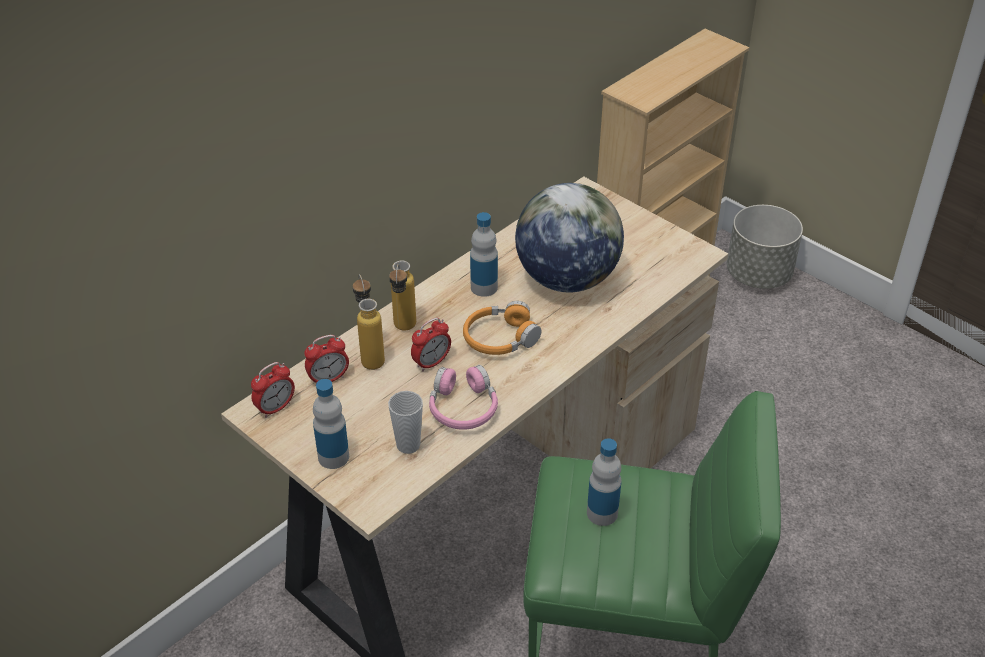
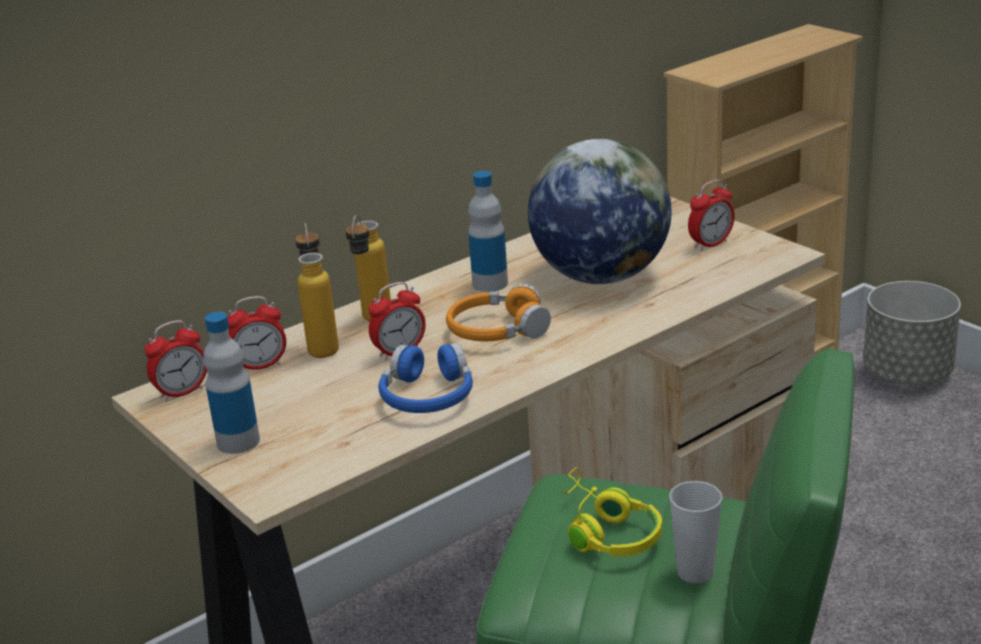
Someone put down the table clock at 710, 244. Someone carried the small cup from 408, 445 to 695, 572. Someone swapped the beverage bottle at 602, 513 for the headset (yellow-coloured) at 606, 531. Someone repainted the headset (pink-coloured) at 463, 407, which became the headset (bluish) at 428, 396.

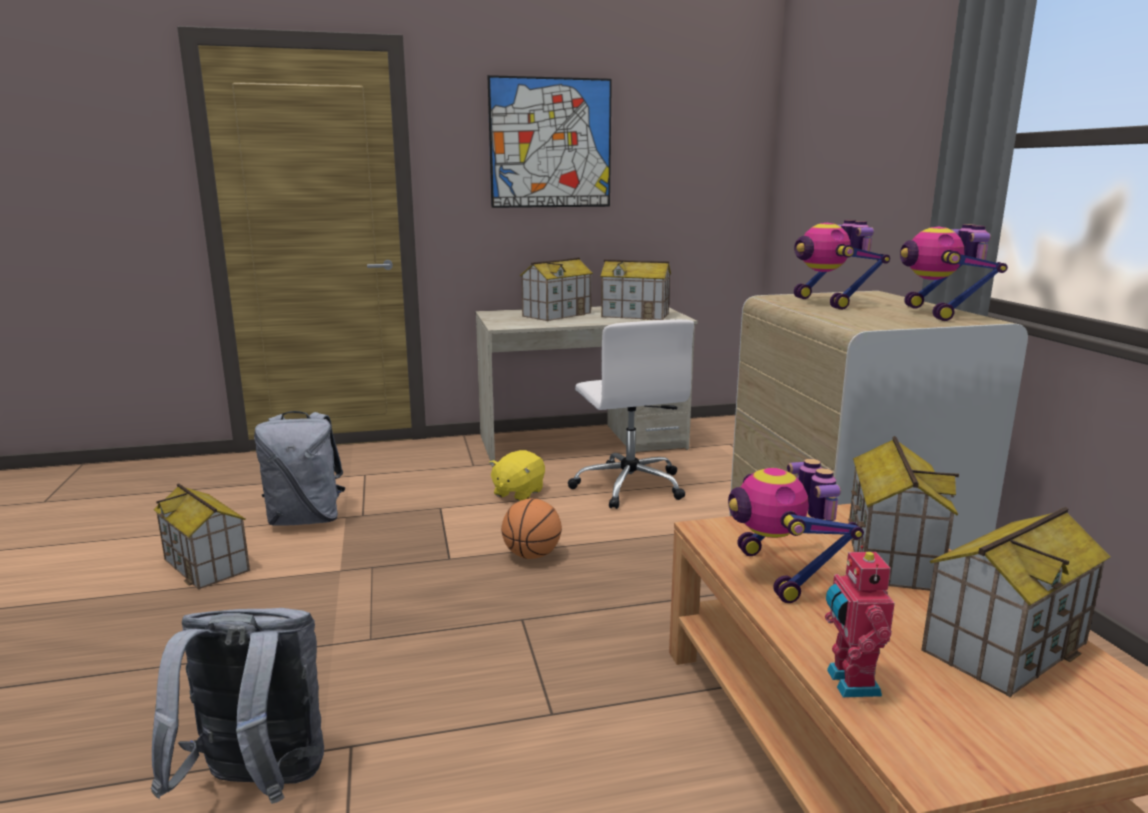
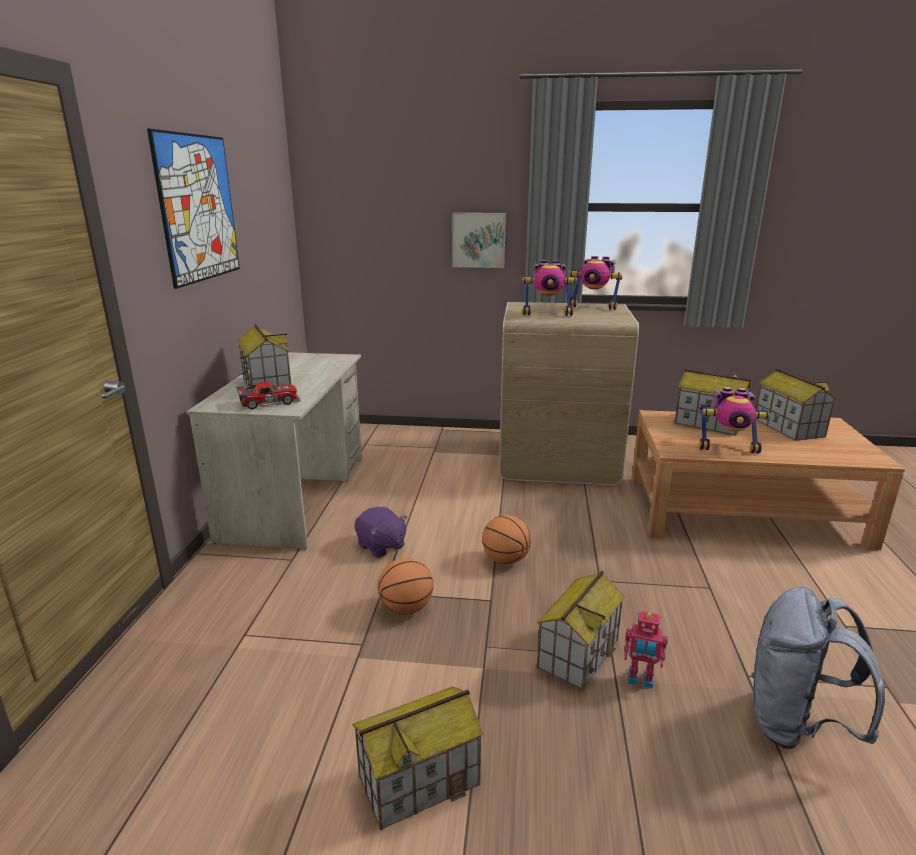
Someone took away the backpack (grey) at 306, 519. Someone took away the computer chair (white) at 629, 486. Someone put down the toy car at 269, 402. Someone put down the ball for basketball at 406, 608. Someone put up the wall picture at 478, 240. Someone carried the toy house from 635, 315 to 578, 653. Someone carried the robot figure from 849, 683 to 640, 679. Someone repainted the soft toy (yellow-coloured) at 518, 492, which became the soft toy (purple) at 381, 546.

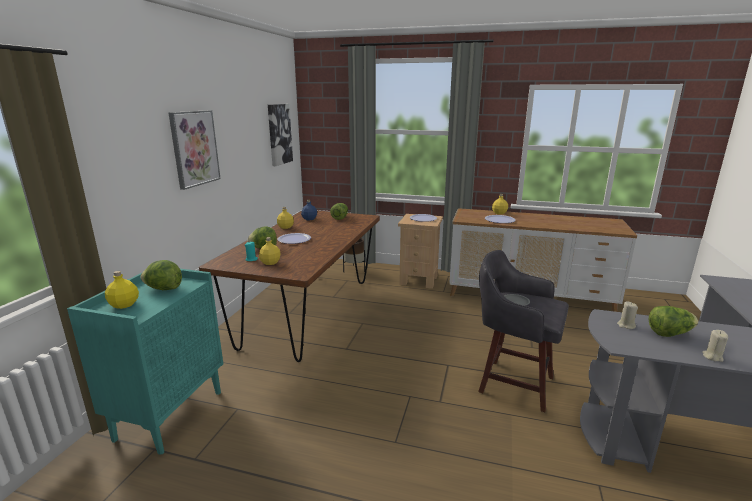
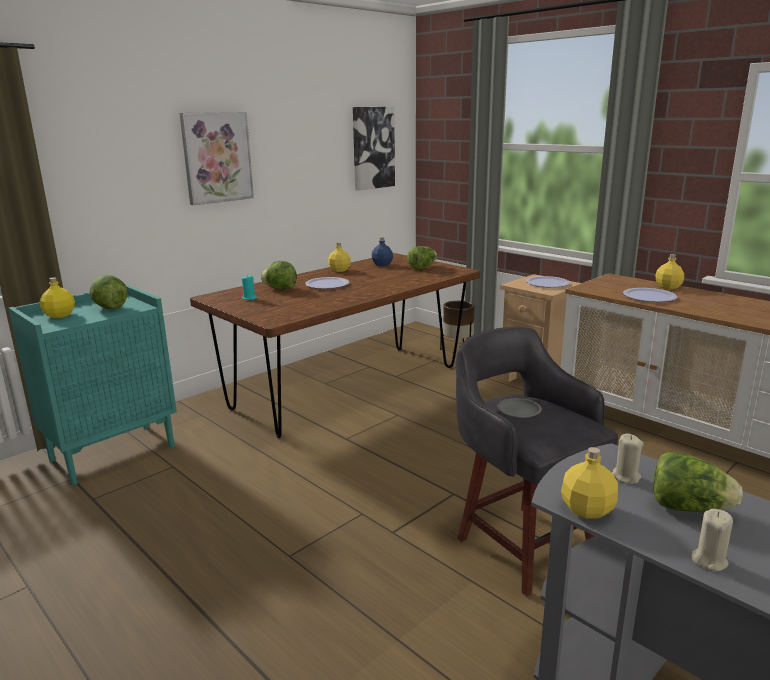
Someone carried the beverage bottle (yellow-coloured) from 270, 263 to 587, 510.

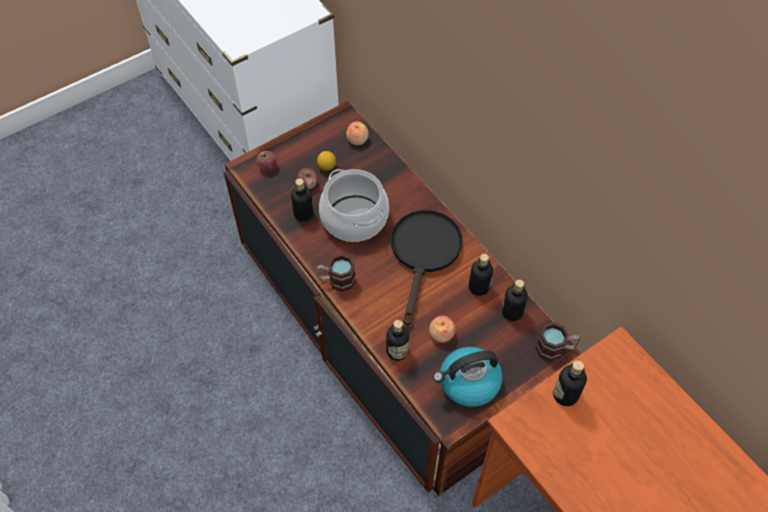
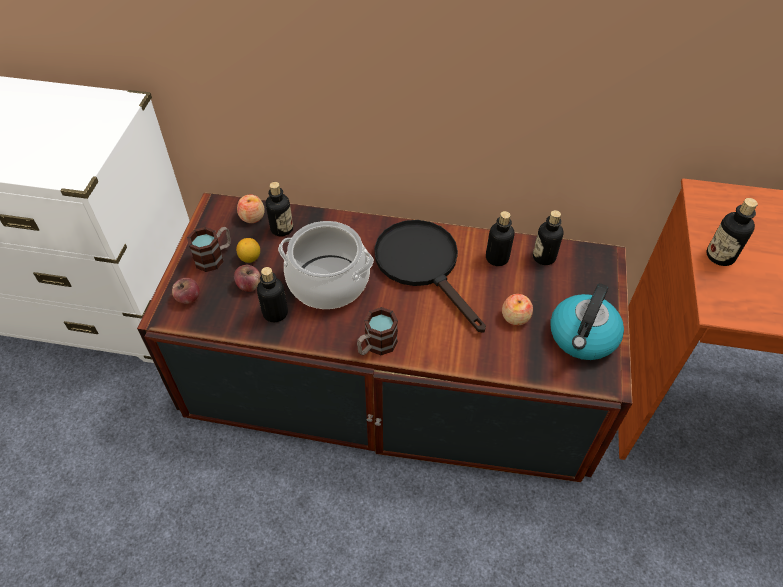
Someone carried the beverage bottle from 397, 351 to 282, 229. Someone carried the tea mug from 555, 349 to 214, 257.

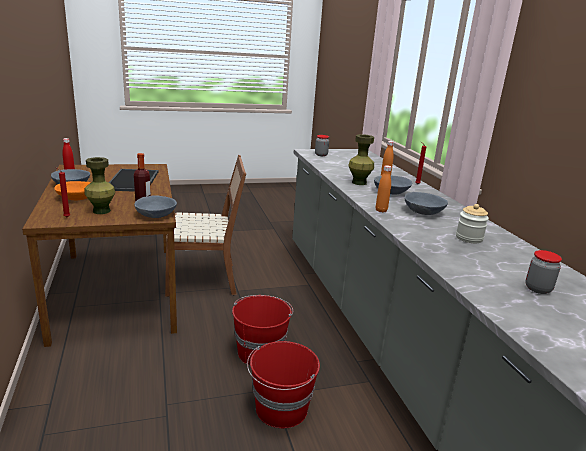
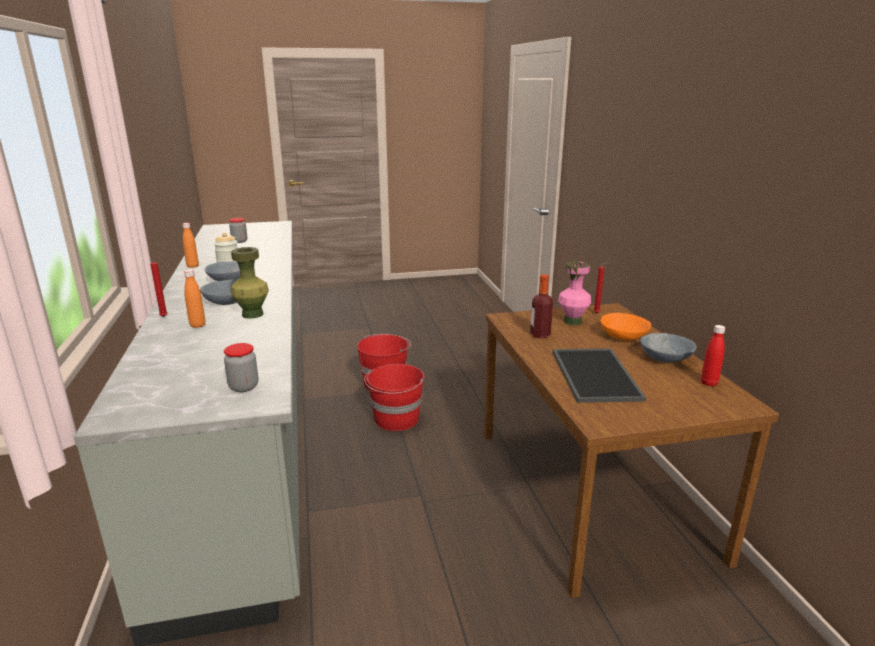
Someone took away the bowl (grey) at 156, 215. Someone took away the upright chair at 205, 280. Someone carried the beverage bottle (orange-coloured) from 381, 210 to 192, 266. Someone repainted the flower vase (green-coloured) at 101, 211, which became the flower vase (pink-coloured) at 572, 321.

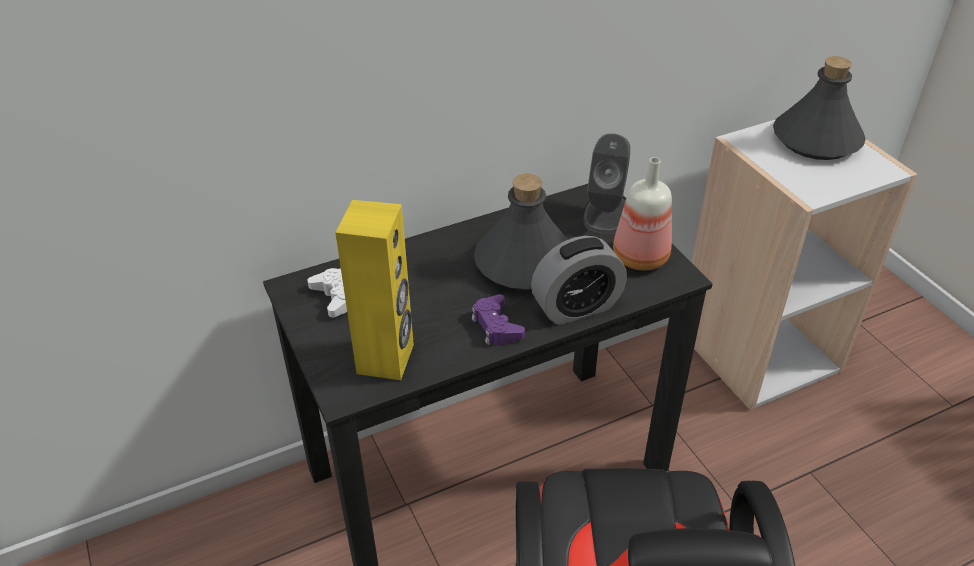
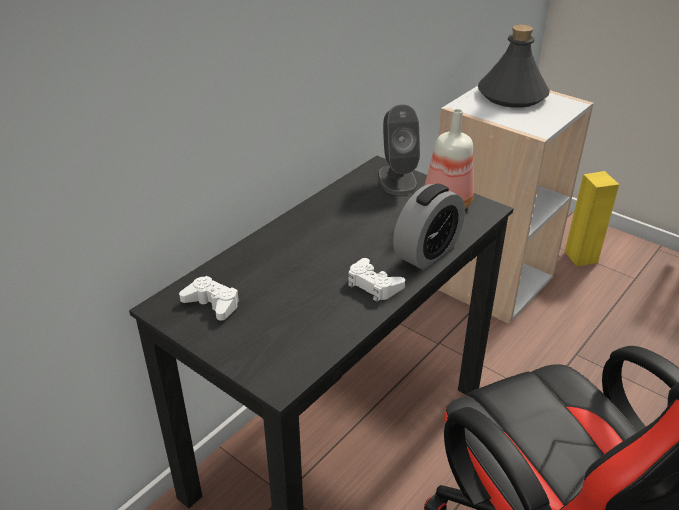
Someone took away the beverage bottle (grey) at 525, 264. Someone carried the loudspeaker (yellow-coloured) from 386, 359 to 581, 257. Someone repainted the joypad (purple) at 496, 326, which became the joypad (white) at 373, 285.

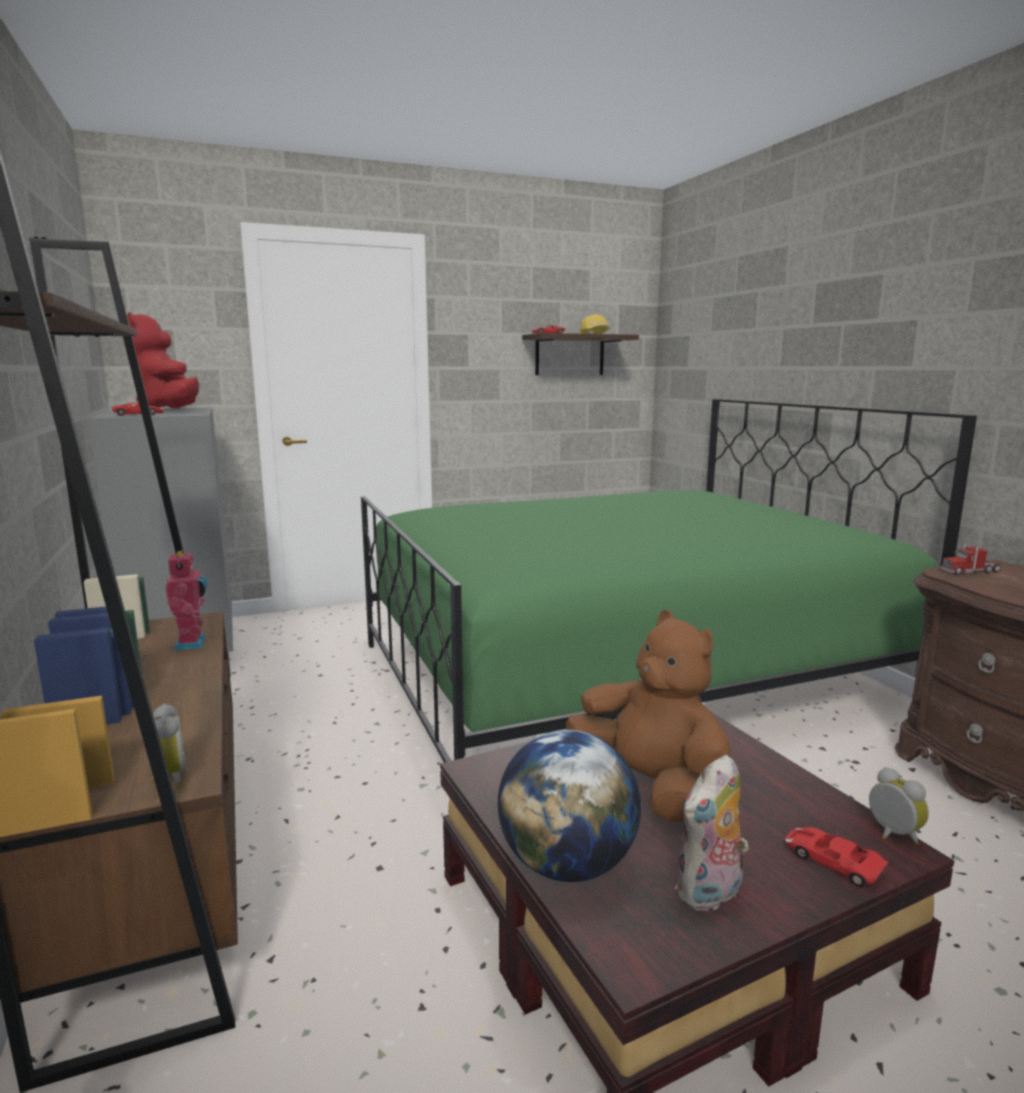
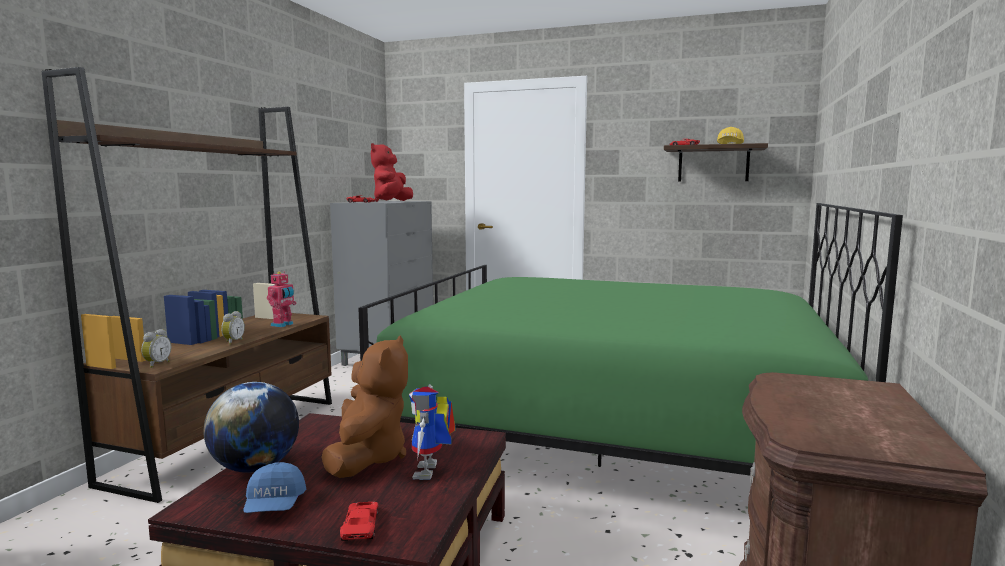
Someone took away the toy truck at 970, 571. Someone put down the robot figure at 431, 473. Someone carried the table clock from 891, 834 to 232, 342. Someone swapped the soft toy at 710, 894 for the cap (bluish) at 274, 505.

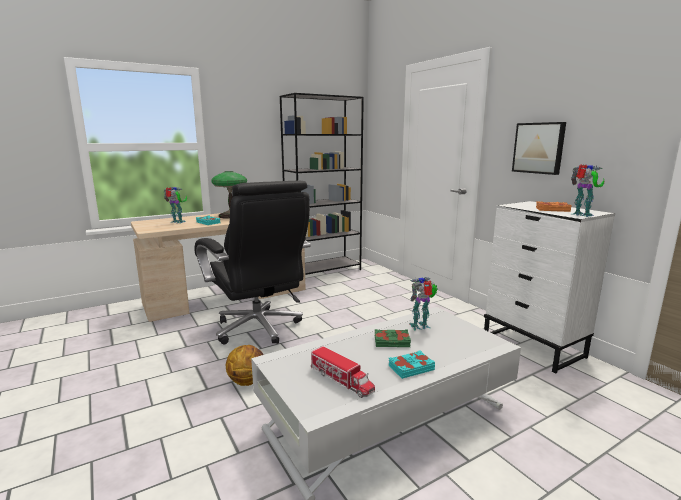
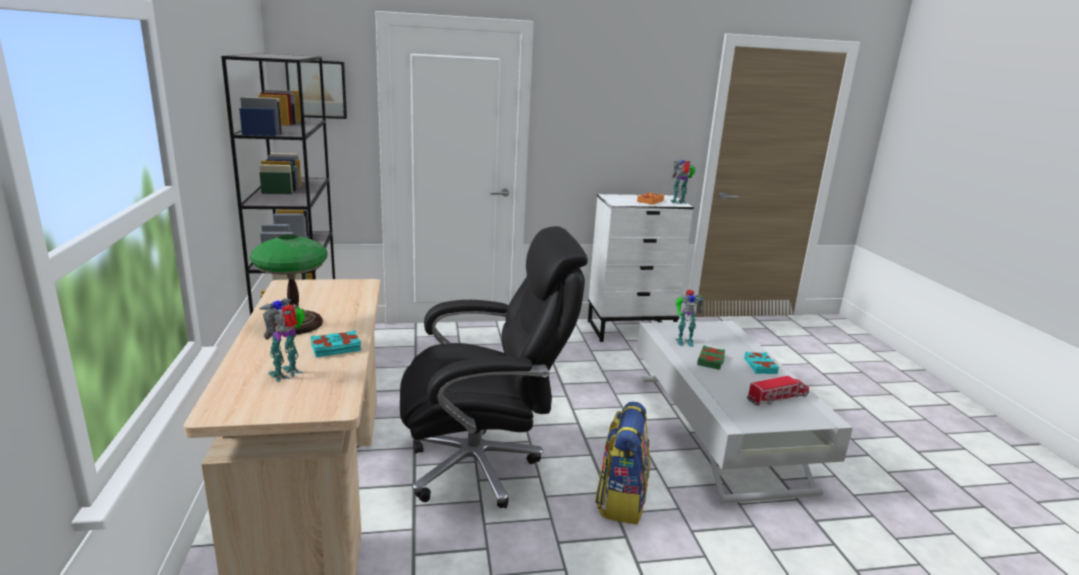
Someone carried the wall picture from 539, 148 to 317, 89. Someone swapped the ball for basketball at 247, 381 for the backpack at 621, 500. Someone rotated the robot figure at 421, 327 by 90 degrees counterclockwise.

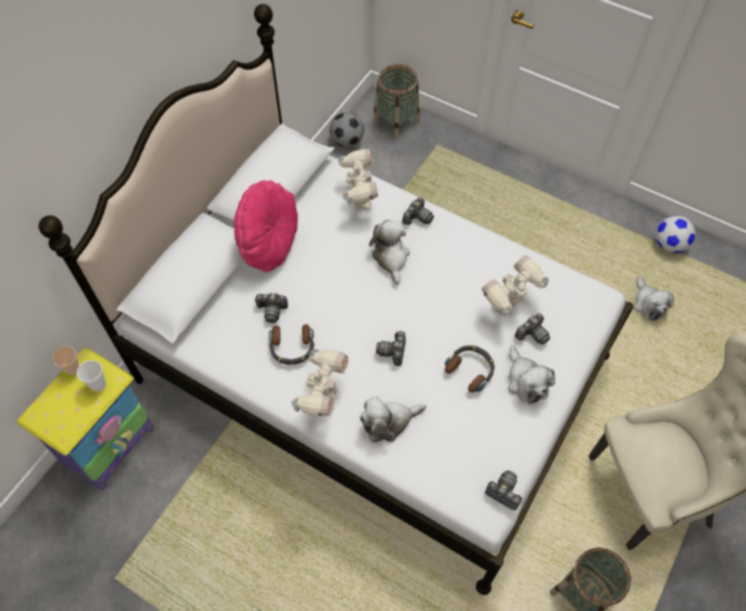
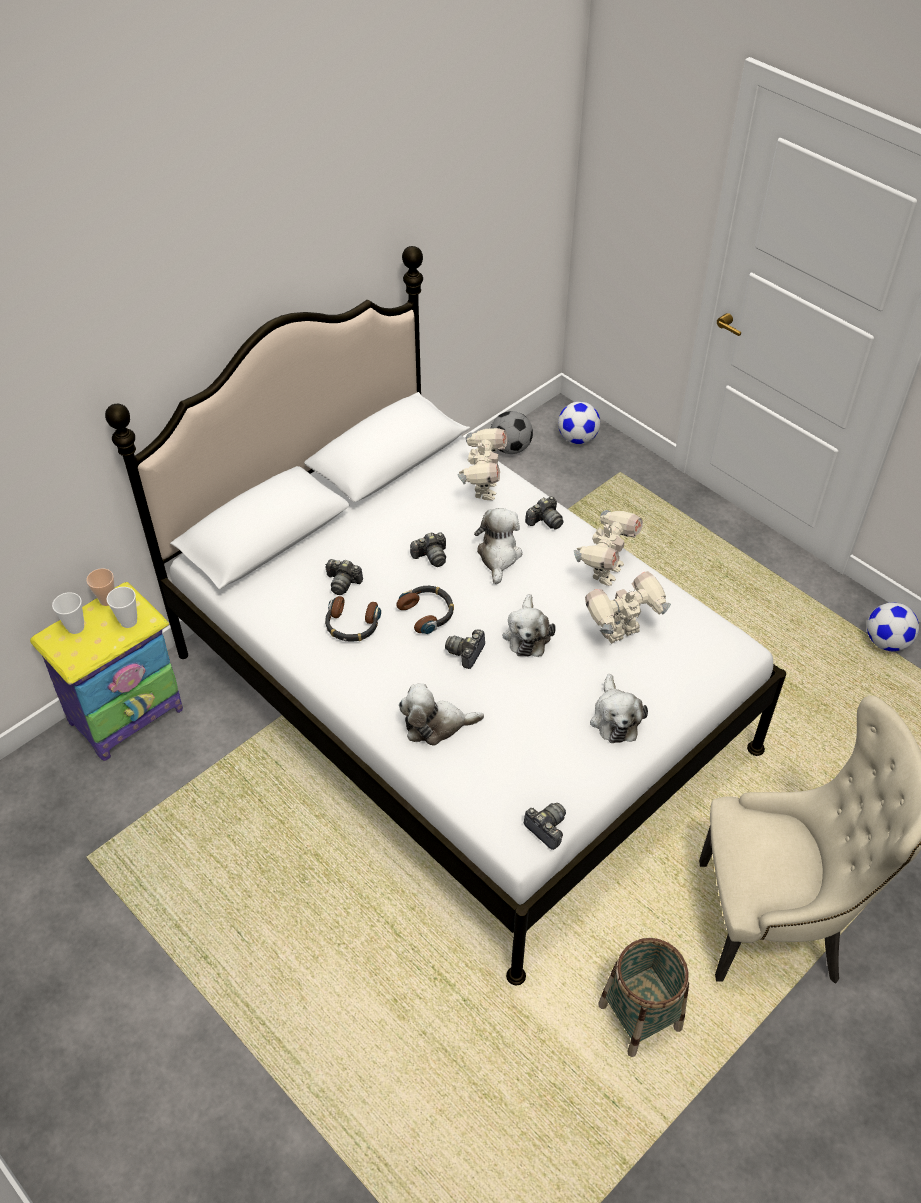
Someone took away the throw pillow (pink-coloured) at 271, 248. Someone put down the small cup at 76, 627. Someone carried the robot figure from 323, 400 to 604, 571. Someone carried the headset from 471, 369 to 428, 612. Someone carried the still camera from 532, 334 to 431, 556. Someone carried the soft toy from 648, 304 to 527, 634. Someone swapped the storage basket at 396, 122 for the ball for football at 577, 438.

